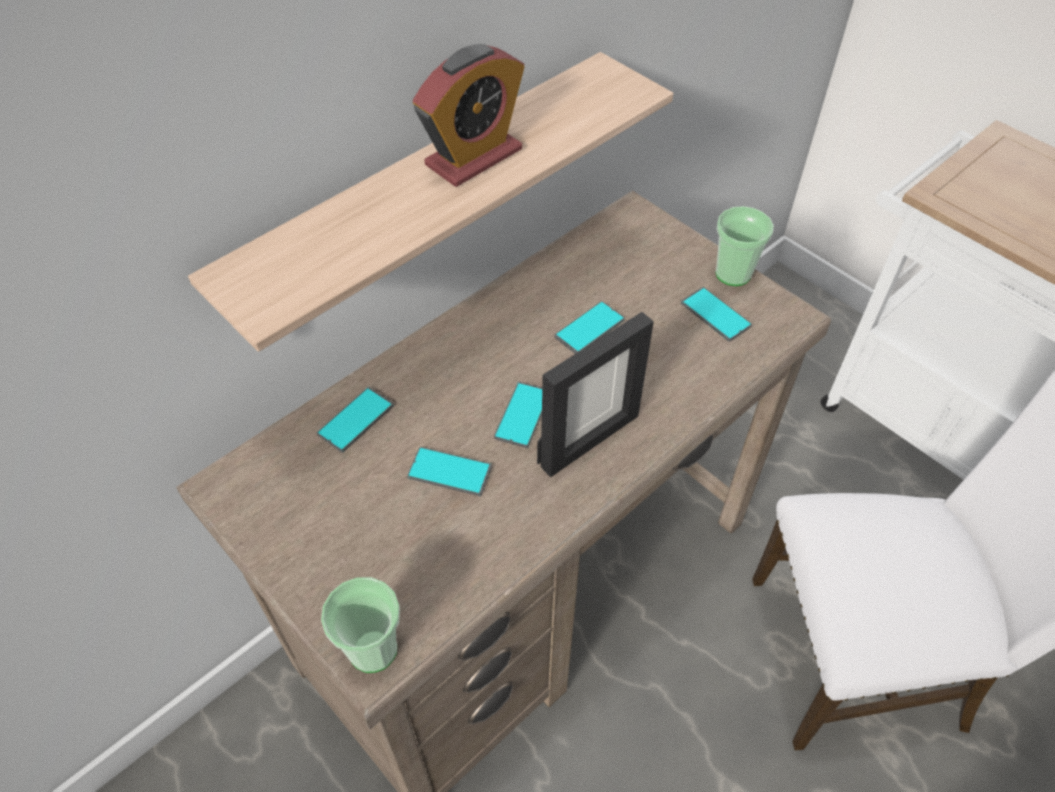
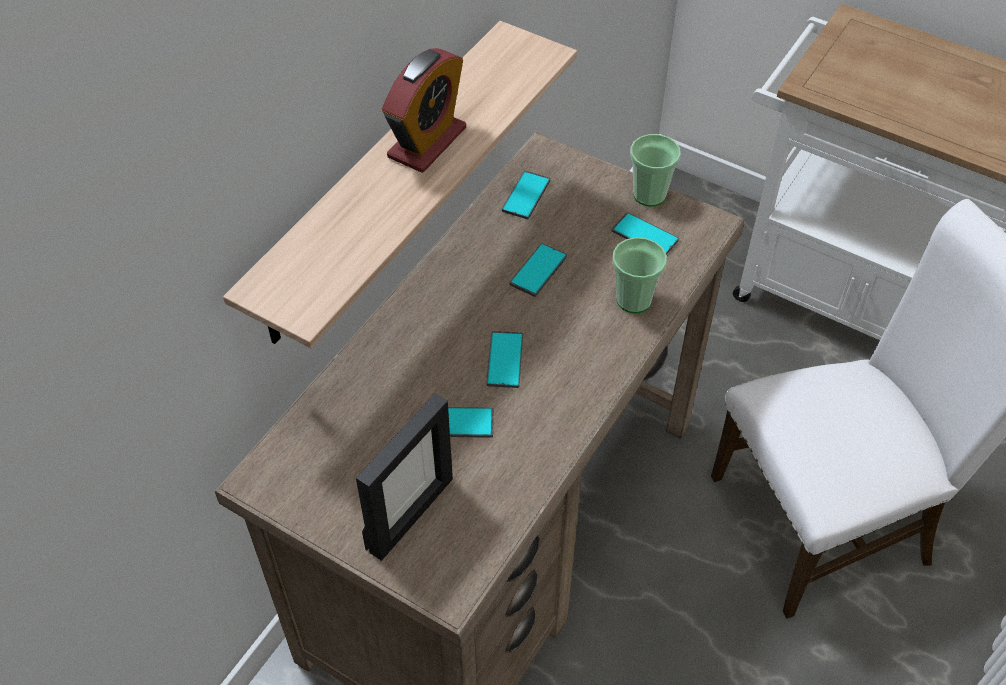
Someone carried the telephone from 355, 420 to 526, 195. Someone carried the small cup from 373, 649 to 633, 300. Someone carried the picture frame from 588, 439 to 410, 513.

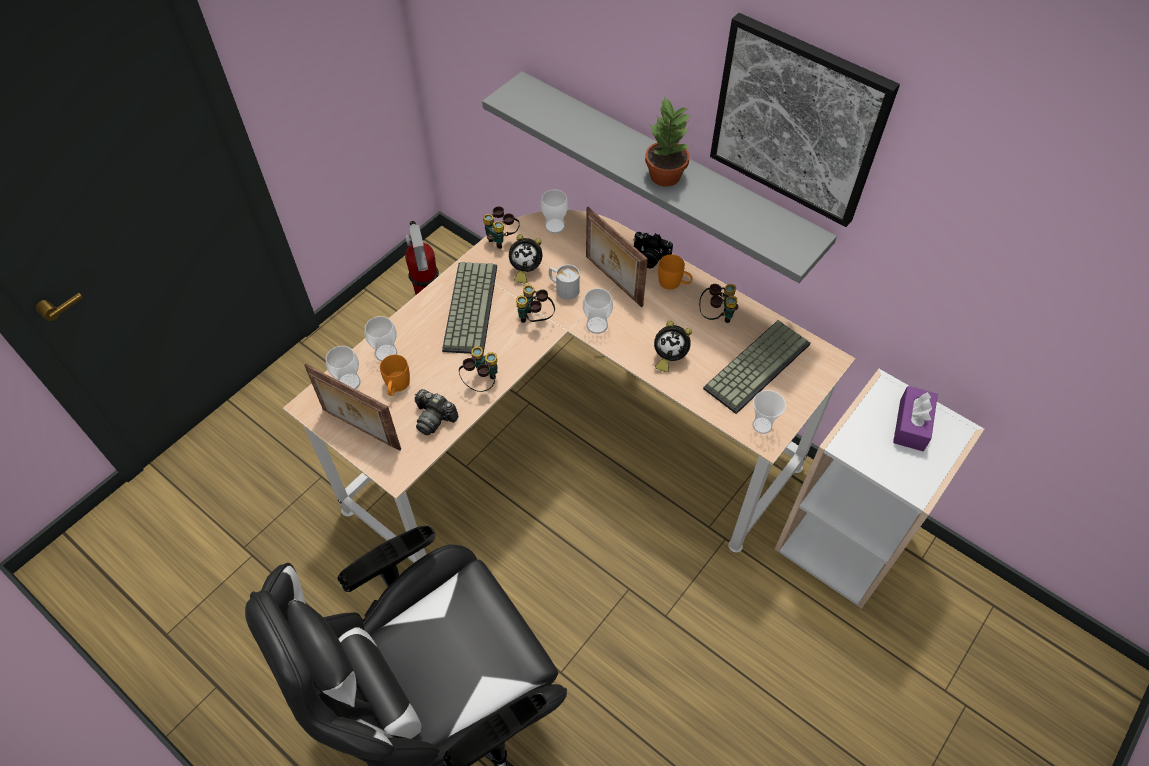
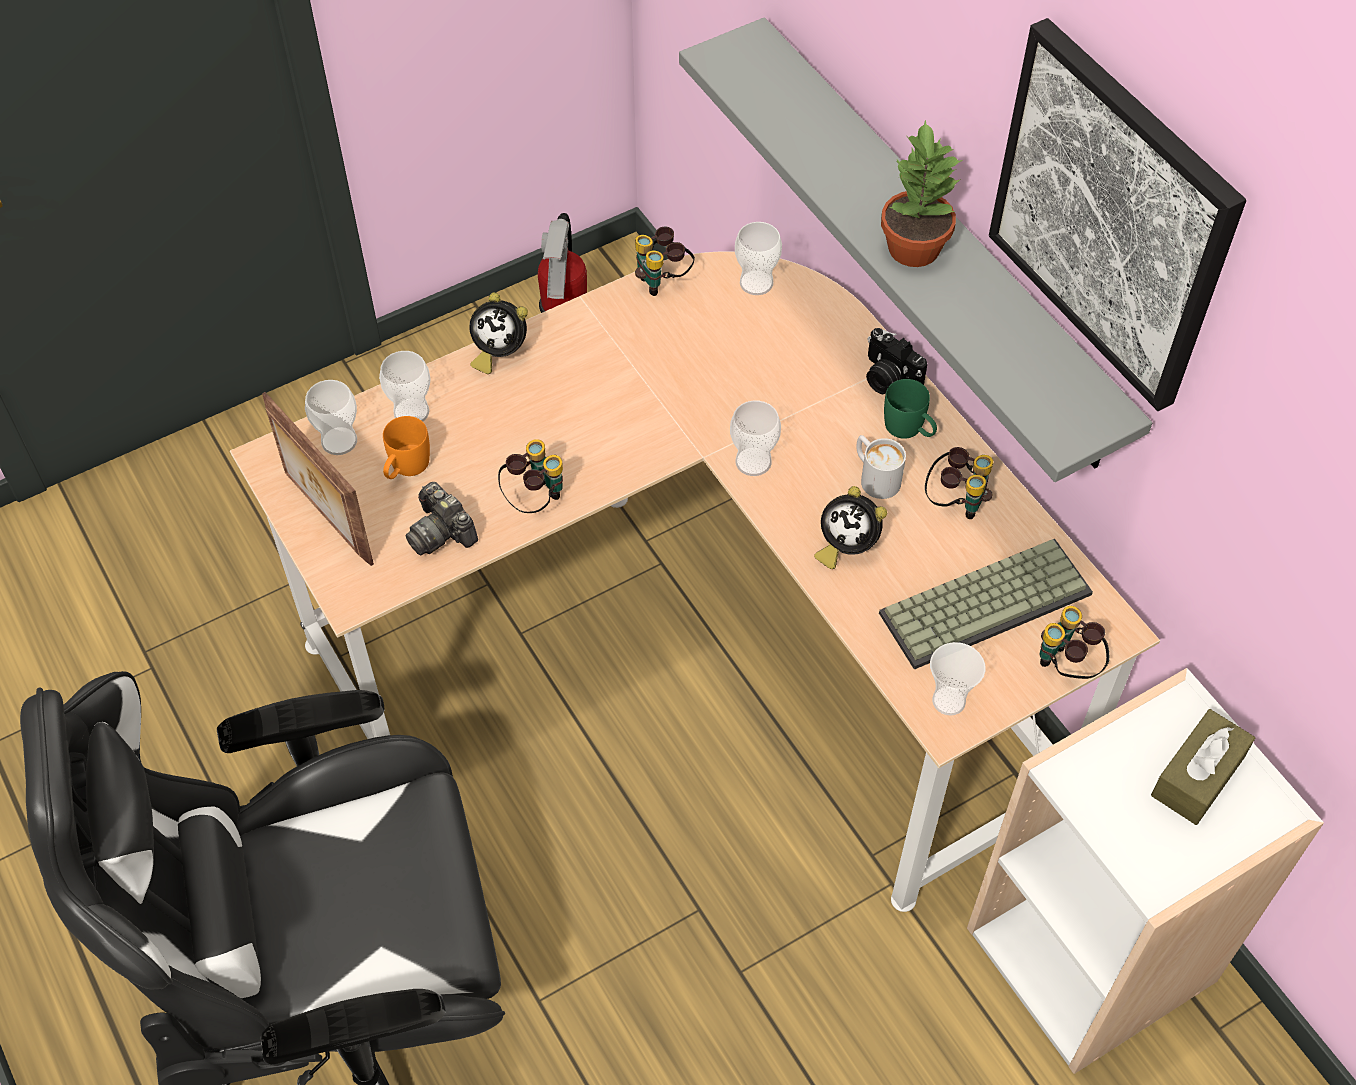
Someone took away the computer keyboard at 468, 306. Someone took away the picture frame at 612, 281. Someone carried the table clock from 525, 270 to 499, 353. Someone carried the binoculars from 535, 319 to 1066, 667. Someone carried the tea mug (white) from 563, 289 to 874, 477. Someone repainted the tea mug (orange-coloured) at 674, 283, which became the tea mug (green-coloured) at 909, 429. Someone repainted the tissue holder (purple) at 911, 424, which became the tissue holder (brown) at 1197, 776.

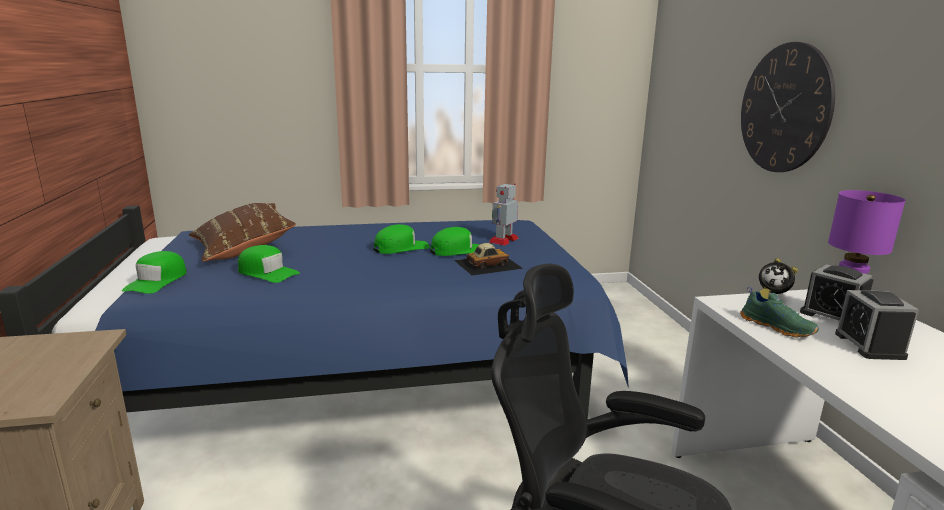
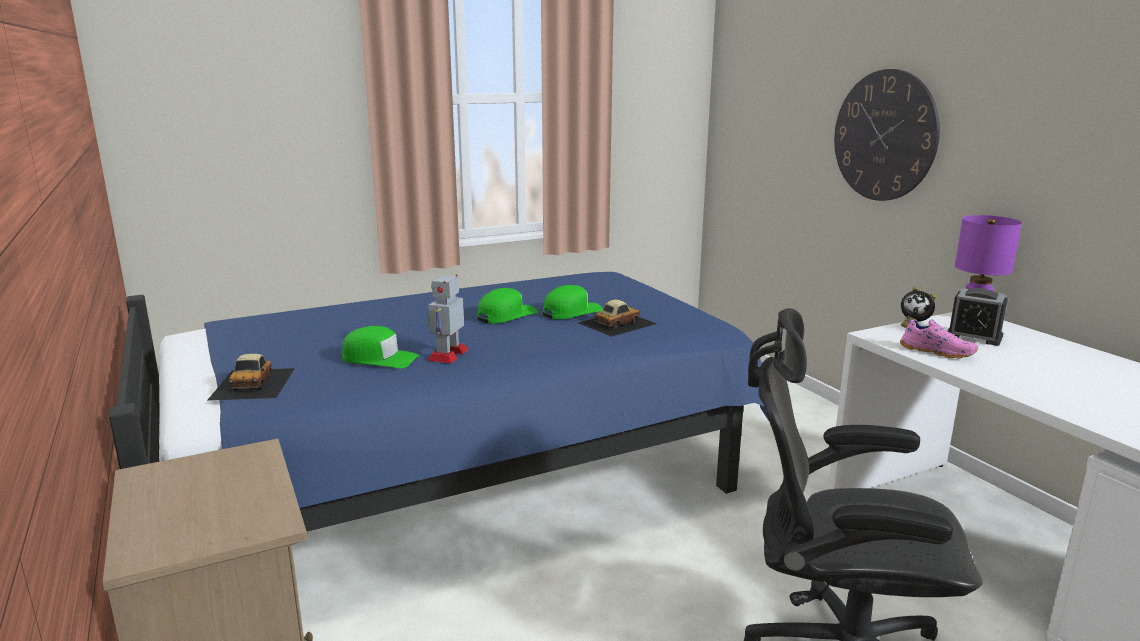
Someone took away the throw pillow (brown) at 243, 248. Someone took away the table clock at 869, 345. Someone carried the robot figure from 503, 240 to 448, 354. Someone swapped the cap (green-coloured) at 157, 281 for the toy car at 253, 383. Someone repainted the low shoe (green-coloured) at 777, 327, which became the low shoe (pink-coloured) at 937, 352.

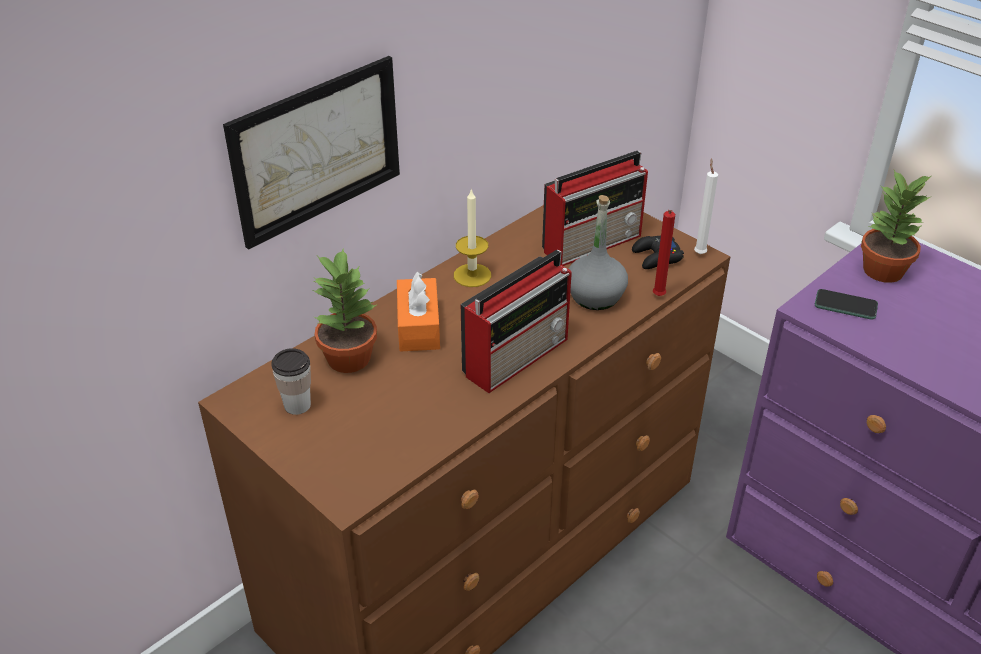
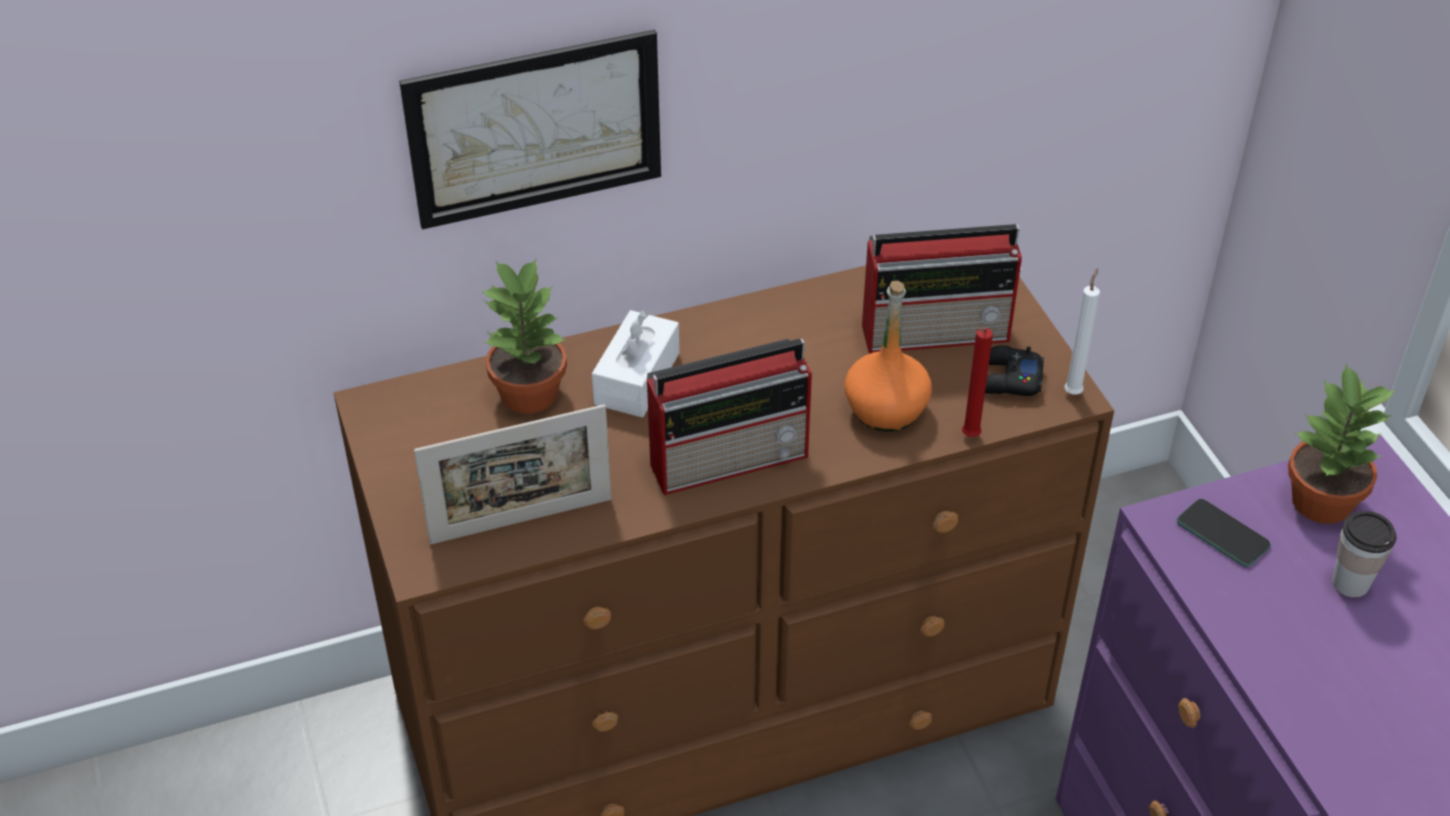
Someone took away the candle at 472, 275. Someone put down the picture frame at 521, 521. Someone carried the small cup from 297, 405 to 1350, 583. Someone repainted the tissue holder (orange-coloured) at 418, 326, which became the tissue holder (white) at 637, 379. Someone repainted the beverage bottle (grey) at 595, 296, which became the beverage bottle (orange-coloured) at 886, 409.

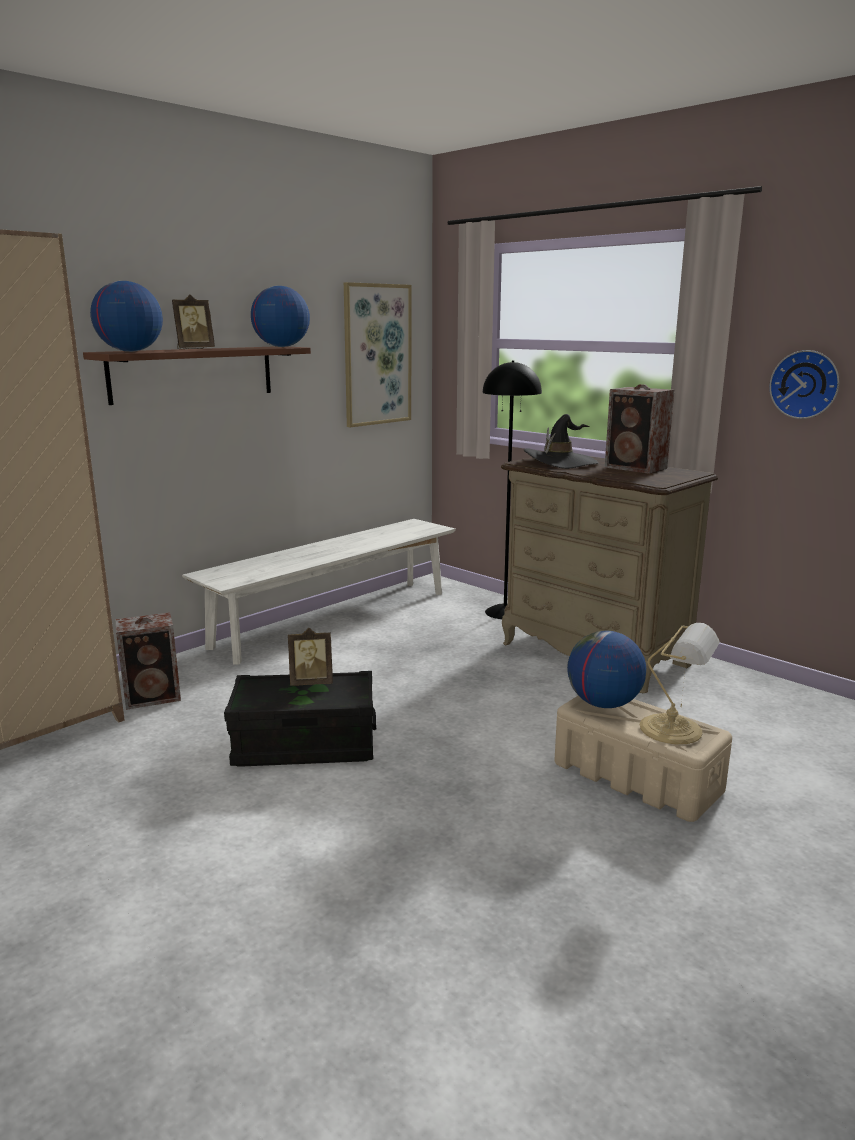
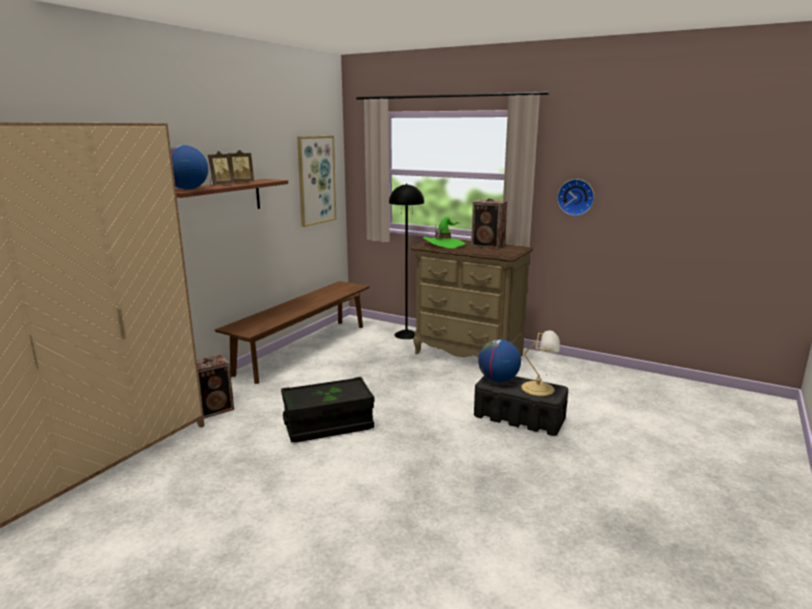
Someone took away the desk globe at 281, 347. Someone carried the picture frame from 311, 682 to 242, 182. Someone repainted the long seat (white) at 334, 618, which became the long seat (brown) at 303, 349. Someone repainted the hat (black) at 560, 462, which became the hat (green-coloured) at 444, 244. Someone repainted the storage bin (beige-coloured) at 638, 778, which became the storage bin (black) at 519, 417.

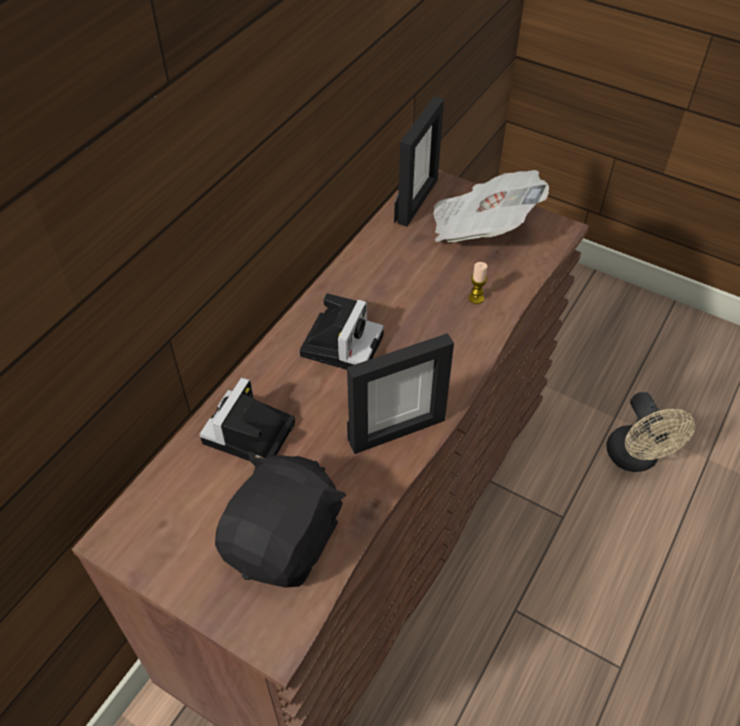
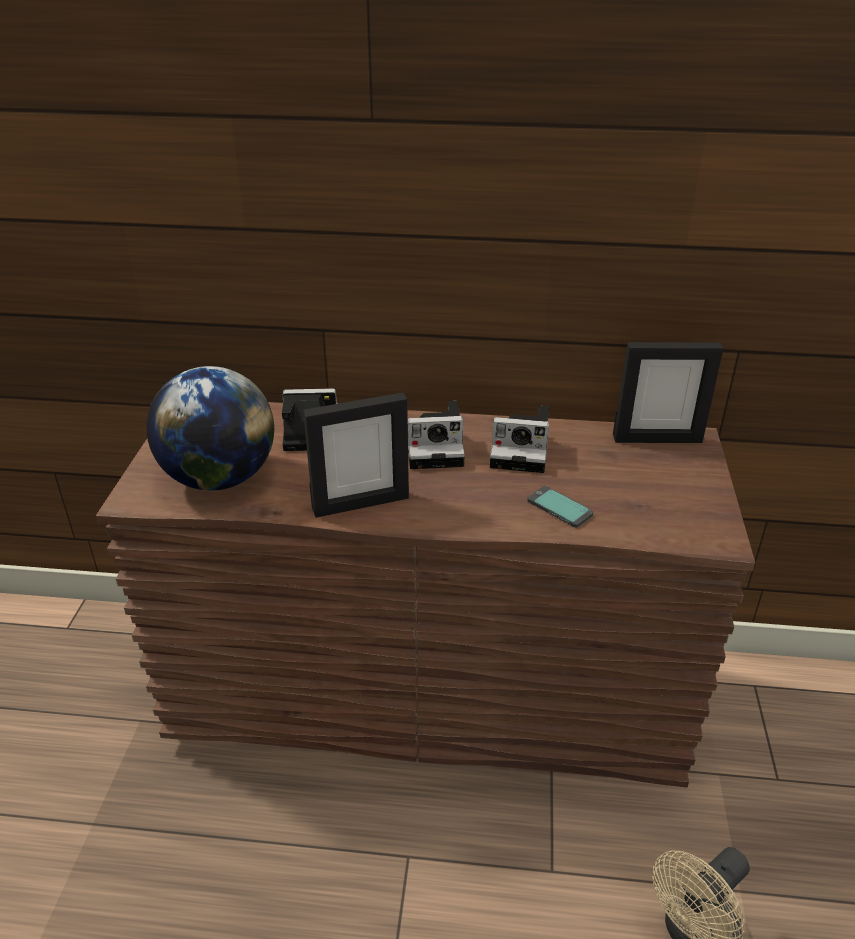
Someone took away the newspaper at 481, 229. Someone put down the still camera at 522, 451. Someone swapped the soft toy (black) at 285, 541 for the desk globe at 219, 478. Someone swapped the candle at 476, 298 for the telephone at 559, 508. Someone rotated the picture frame at 396, 430 by 60 degrees counterclockwise.

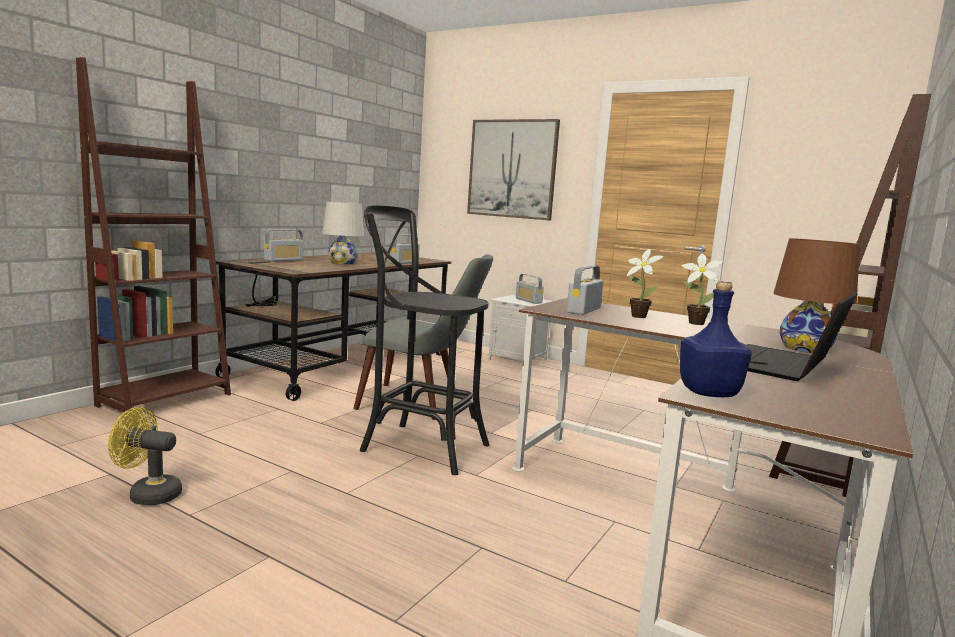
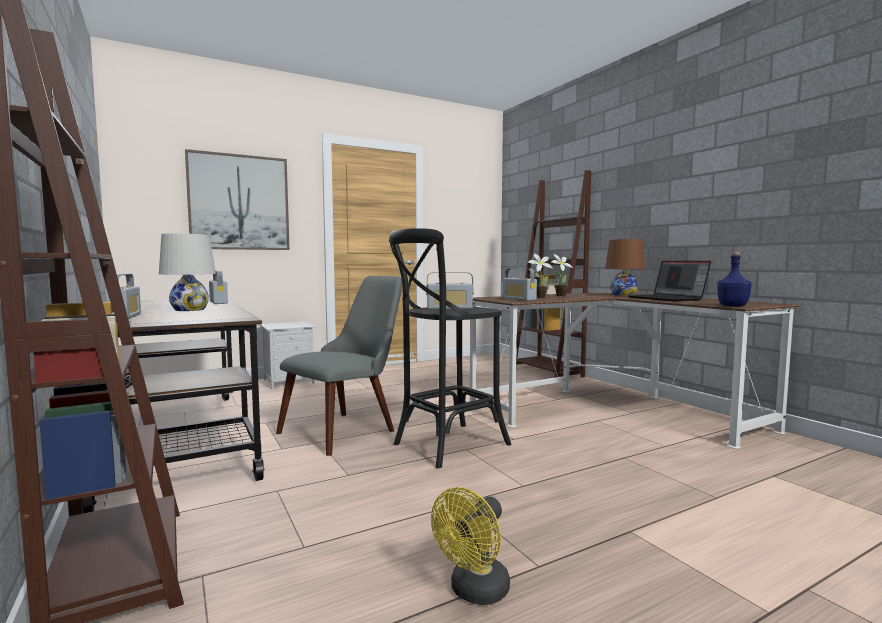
Someone carried the radio from 528, 301 to 449, 308.

